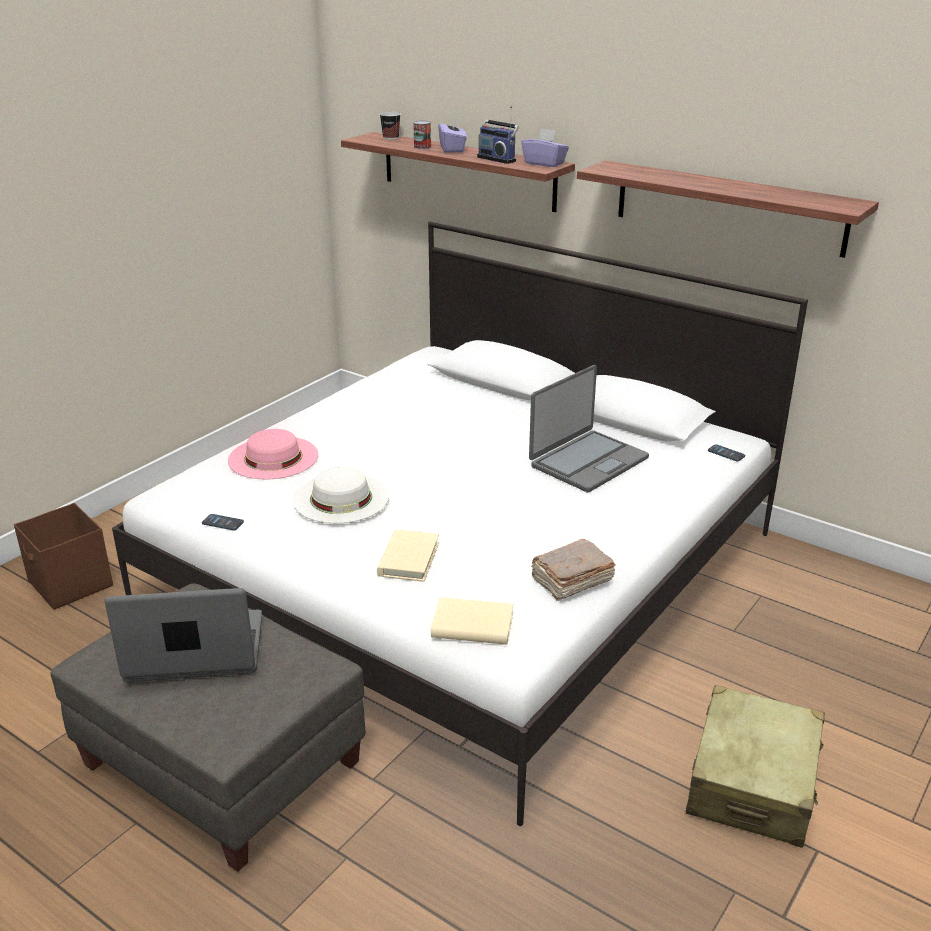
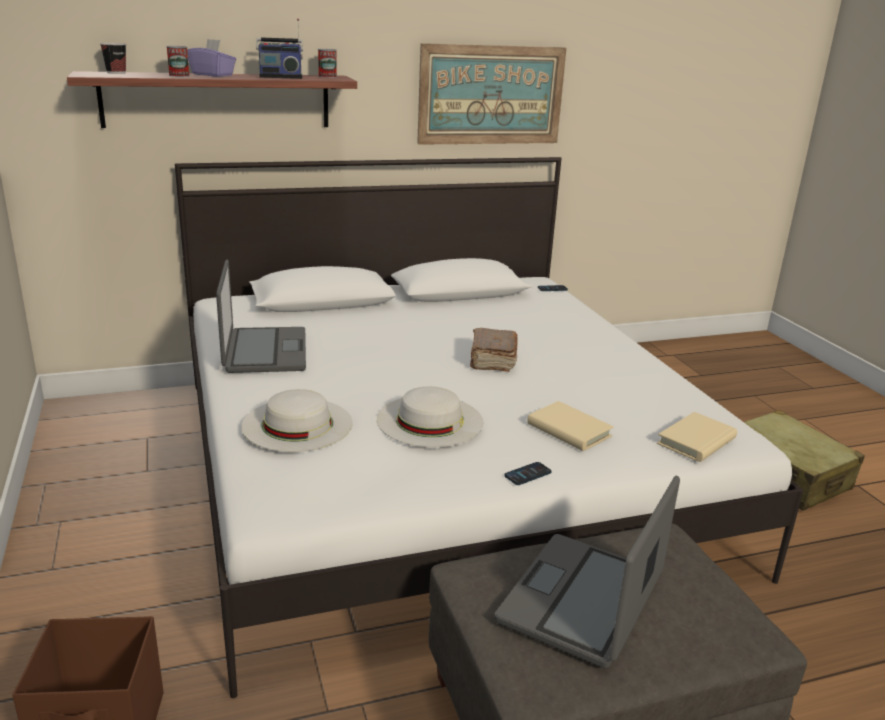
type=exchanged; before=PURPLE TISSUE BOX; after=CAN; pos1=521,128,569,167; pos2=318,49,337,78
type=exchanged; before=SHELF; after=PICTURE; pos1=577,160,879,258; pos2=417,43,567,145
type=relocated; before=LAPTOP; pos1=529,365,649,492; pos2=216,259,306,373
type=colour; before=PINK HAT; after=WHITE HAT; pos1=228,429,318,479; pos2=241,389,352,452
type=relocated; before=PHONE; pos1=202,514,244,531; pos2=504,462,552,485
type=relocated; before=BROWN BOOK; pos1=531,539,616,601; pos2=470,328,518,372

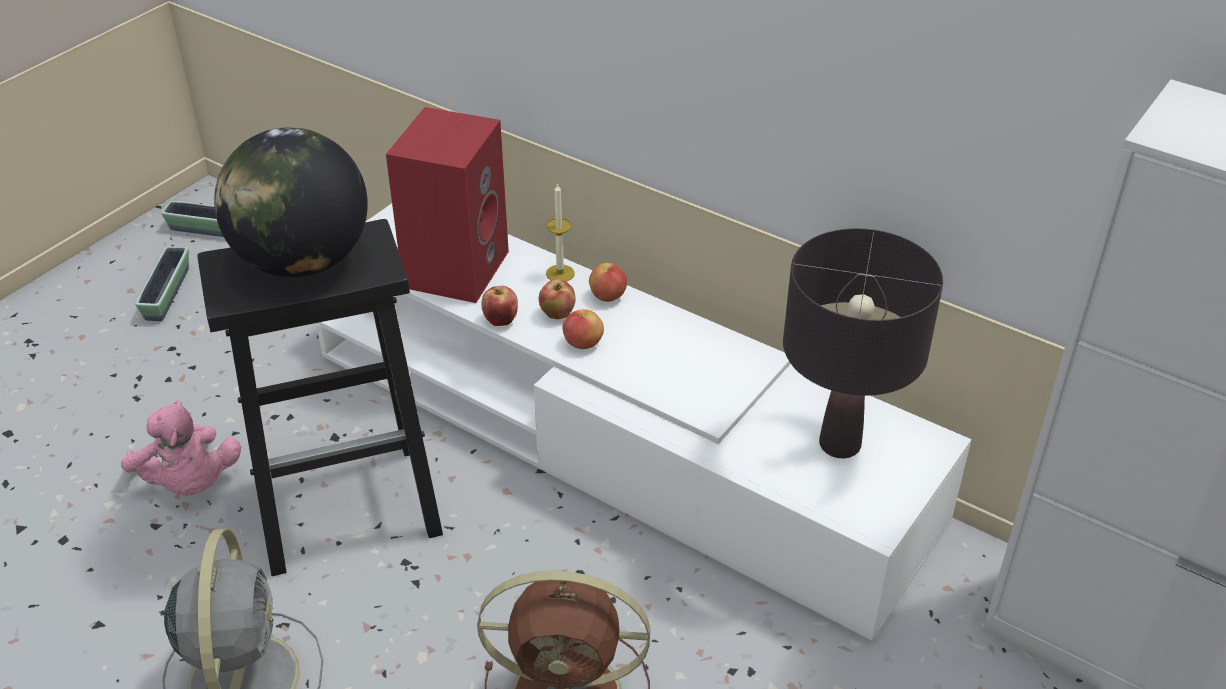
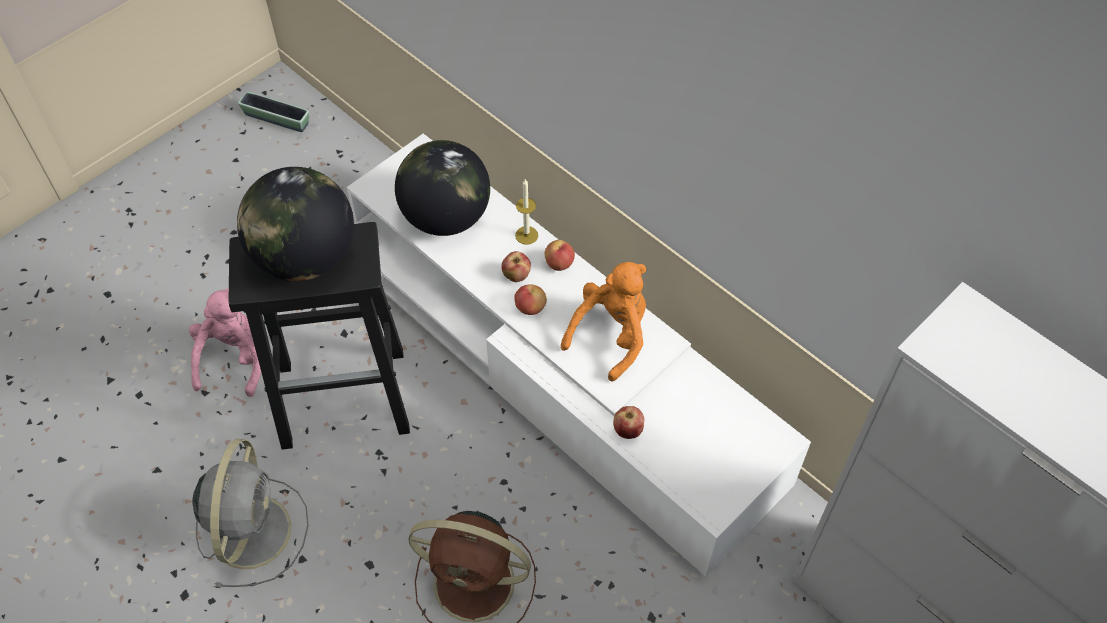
type=exchanged; before=RED SPEAKER; after=GLOBE; pos1=386,107,509,303; pos2=395,140,490,236
type=missing; before=BLACK TABLE LAMP; pos1=783,228,943,458
type=missing; before=PLANTER; pos1=135,246,189,321
type=relocated; before=APPLE; pos1=481,286,518,326; pos2=613,406,644,439
type=spun; before=PINK PLUSH TOY; pos1=121,400,241,496; pos2=189,288,261,397; turn=-150
type=appeared; after=ORANGE PLUSH TOY; pos2=561,262,646,381

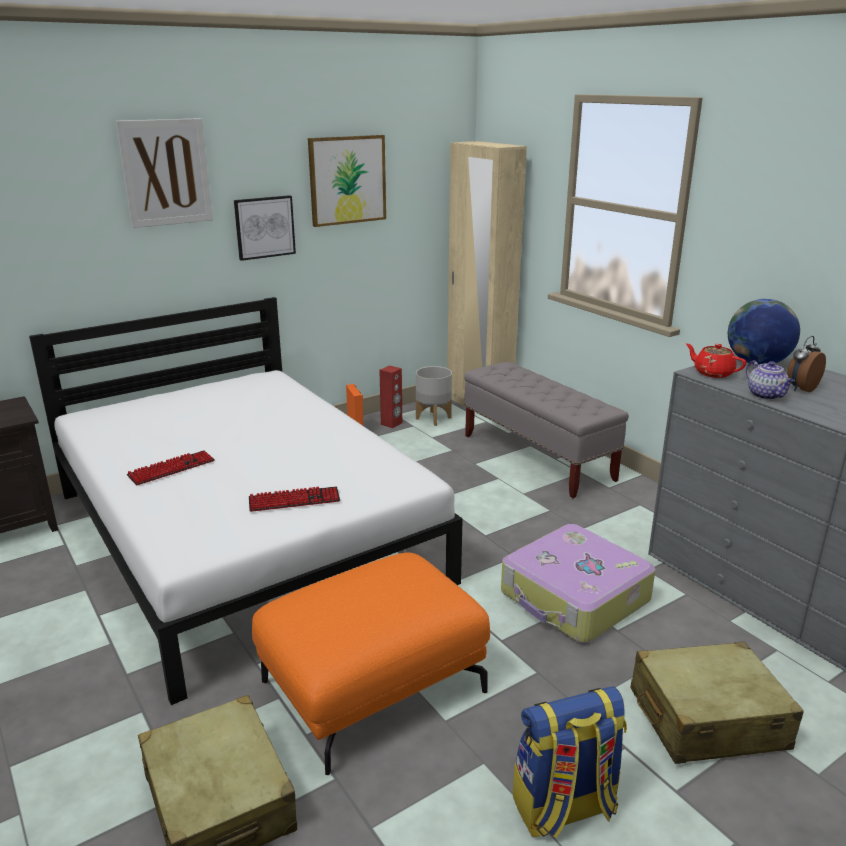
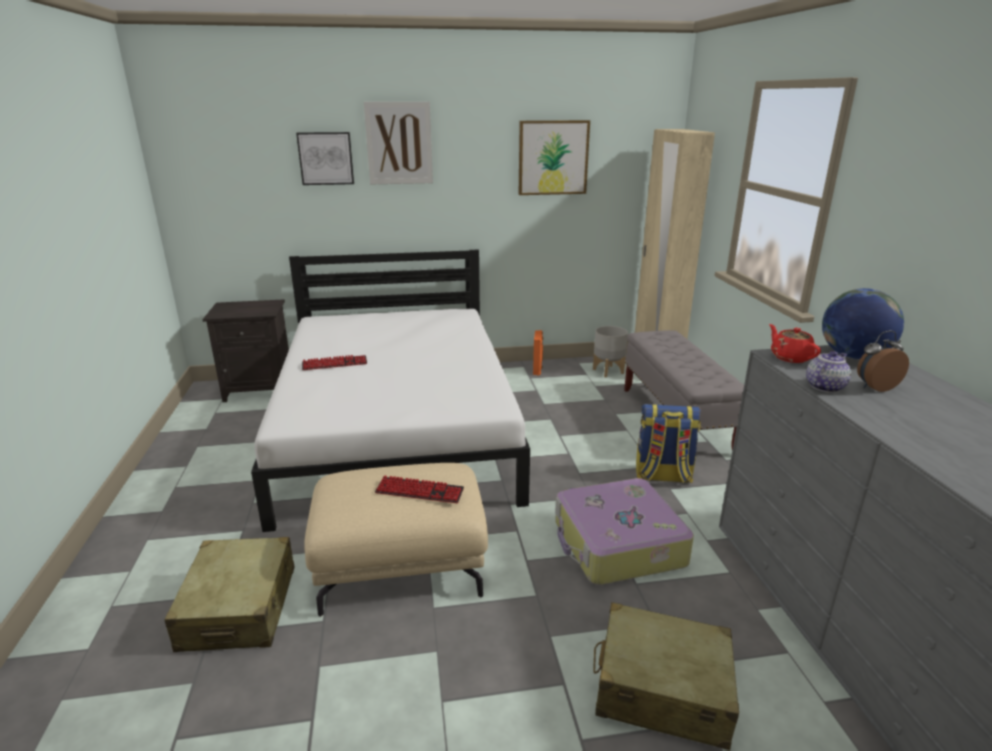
type=relocated; before=PICTURE; pos1=234,195,296,261; pos2=296,132,354,185
type=spun; before=TEAPOT; pos1=746,360,795,400; pos2=806,351,851,393; turn=-135
type=missing; before=RED SPEAKER; pos1=379,365,402,428
type=relocated; before=KEYBOARD; pos1=249,487,340,512; pos2=375,475,464,503
type=colour; before=ORANGE OTTOMAN; after=BEIGE OTTOMAN; pos1=252,552,490,775; pos2=305,463,488,617
type=relocated; before=BACKPACK; pos1=513,687,627,838; pos2=636,404,701,483

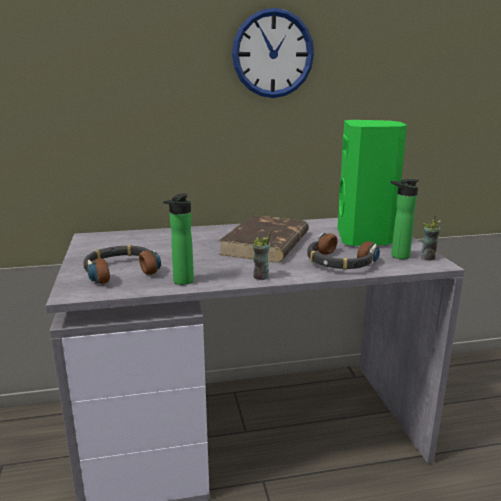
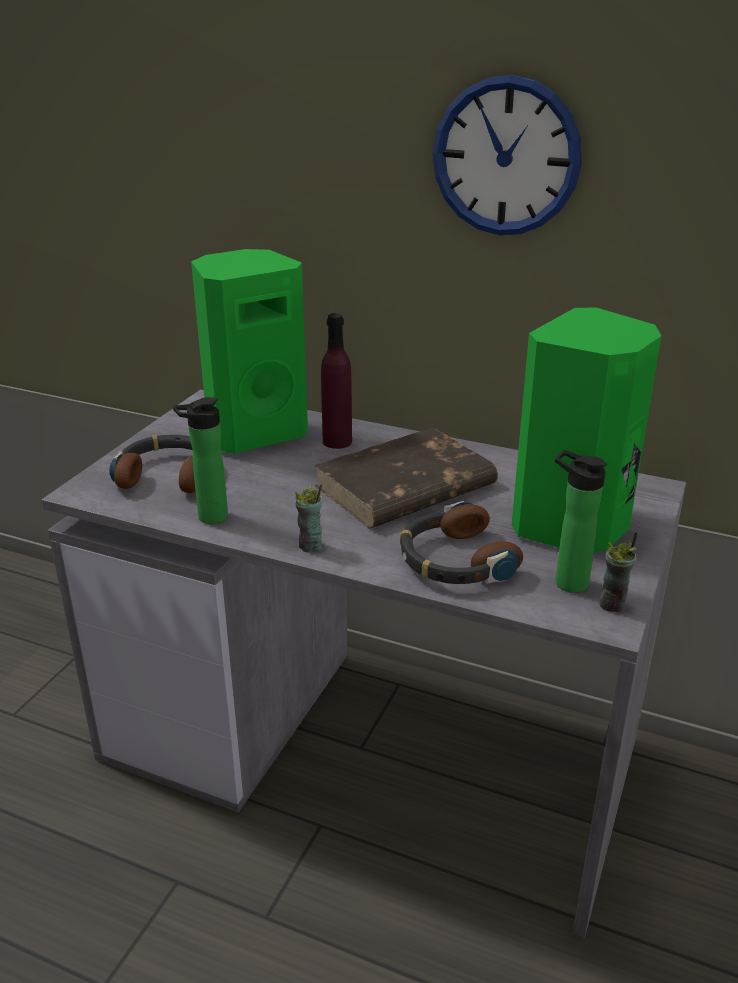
type=appeared; after=GREEN SPEAKER; pos2=191,249,308,454
type=appeared; after=PURPLE BOTTLE; pos2=321,313,352,449

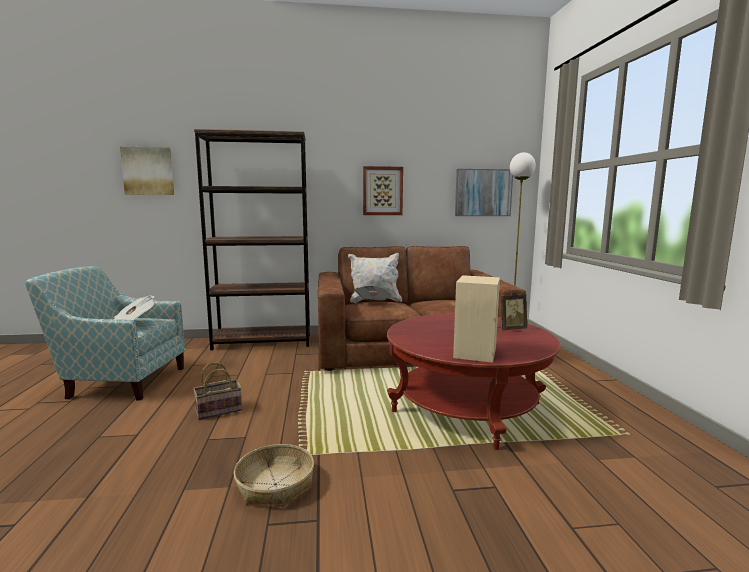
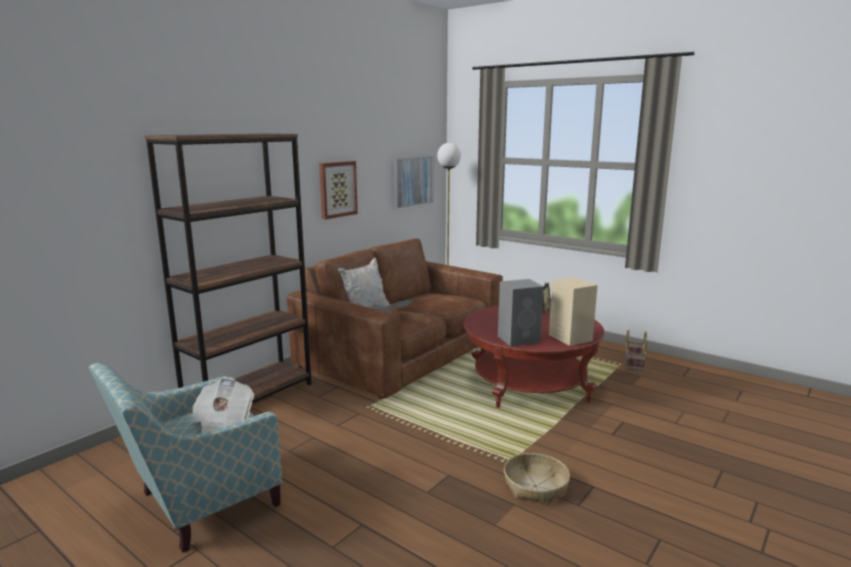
type=missing; before=PICTURE; pos1=120,147,174,195
type=relocated; before=BASKET; pos1=193,362,242,420; pos2=624,330,647,371
type=appeared; after=GREY SPEAKER; pos2=498,279,544,347

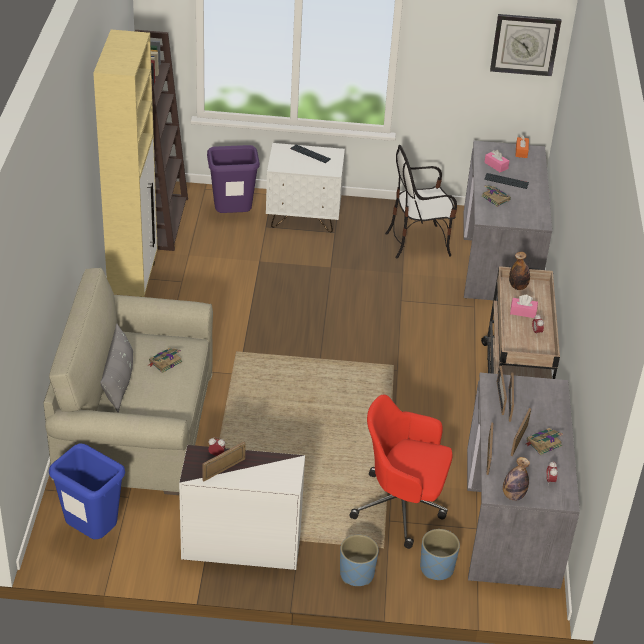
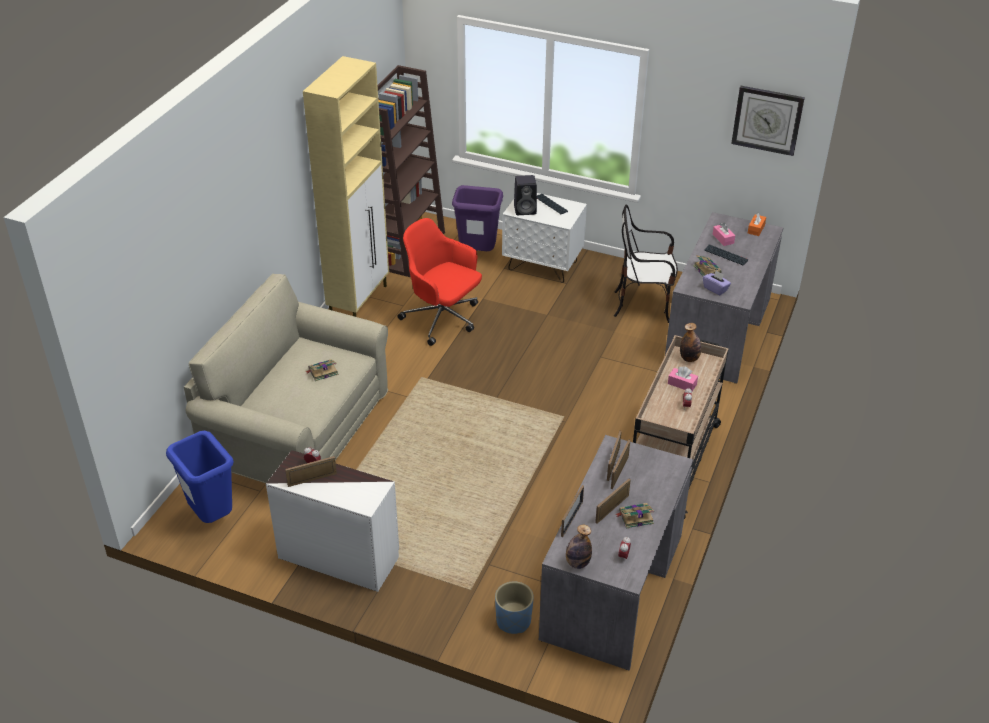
type=missing; before=GREY PILLOW; pos1=100,323,133,413
type=relocated; before=RED OFFICE CHAIR; pos1=349,395,453,549; pos2=397,218,482,346
type=missing; before=BLUE PLANTER; pos1=340,535,379,586
type=appeared; after=BLACK SPEAKER; pos2=514,175,537,215
type=appeared; after=PURPLE TISSUE BOX; pos2=703,271,731,295

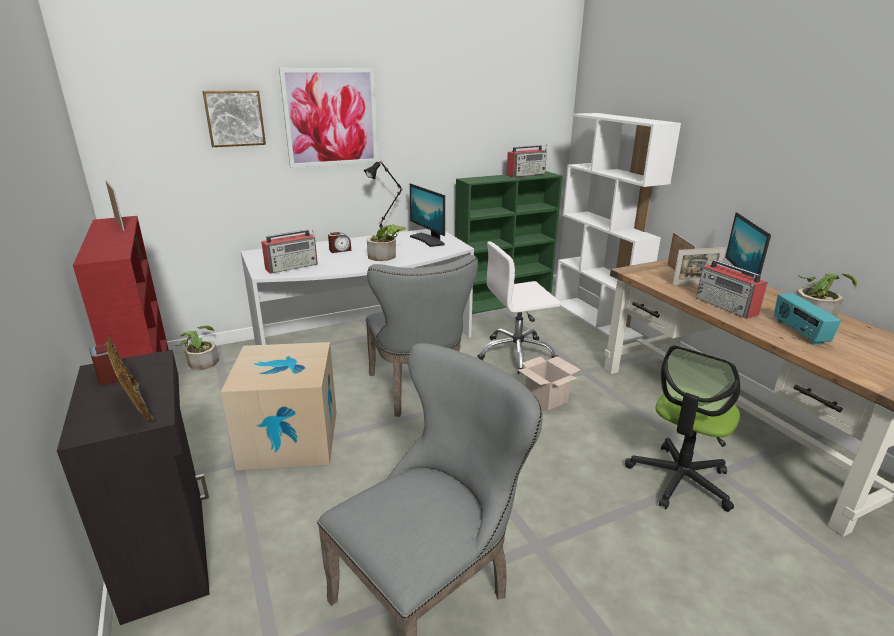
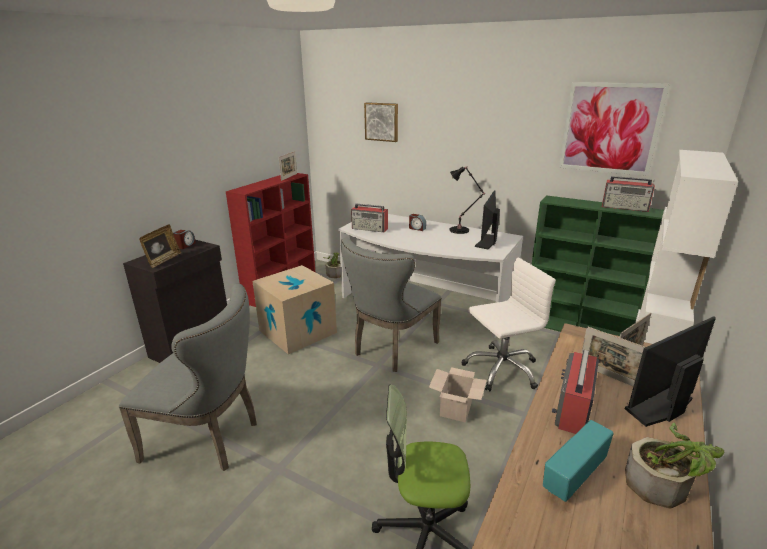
type=relocated; before=PICTURE; pos1=279,68,378,168; pos2=559,82,669,176
type=missing; before=POTTED PLANT; pos1=367,224,406,261
type=spun; before=WHITE OFFICE CHAIR; pos1=478,241,561,374; pos2=462,258,556,391; turn=120

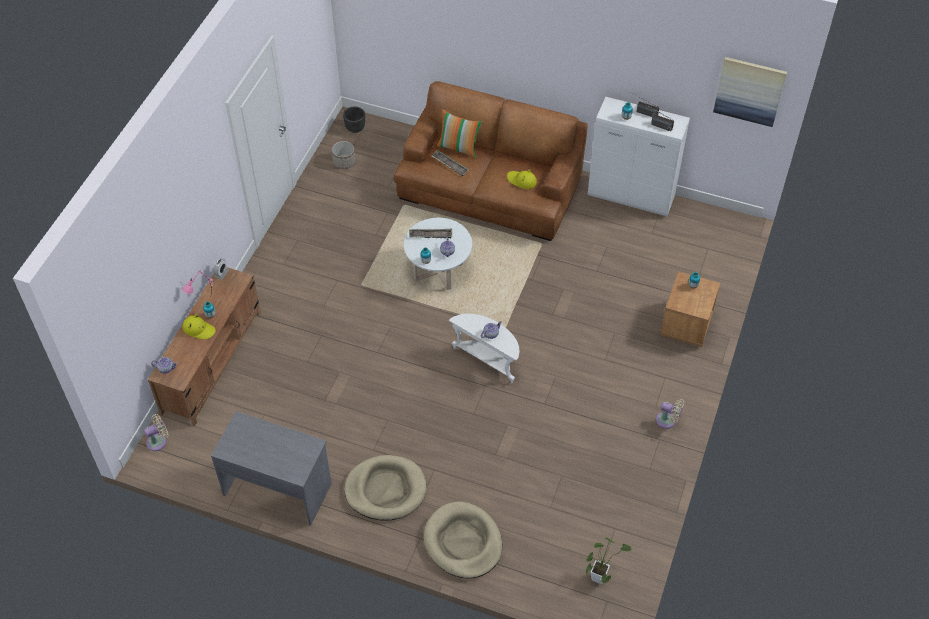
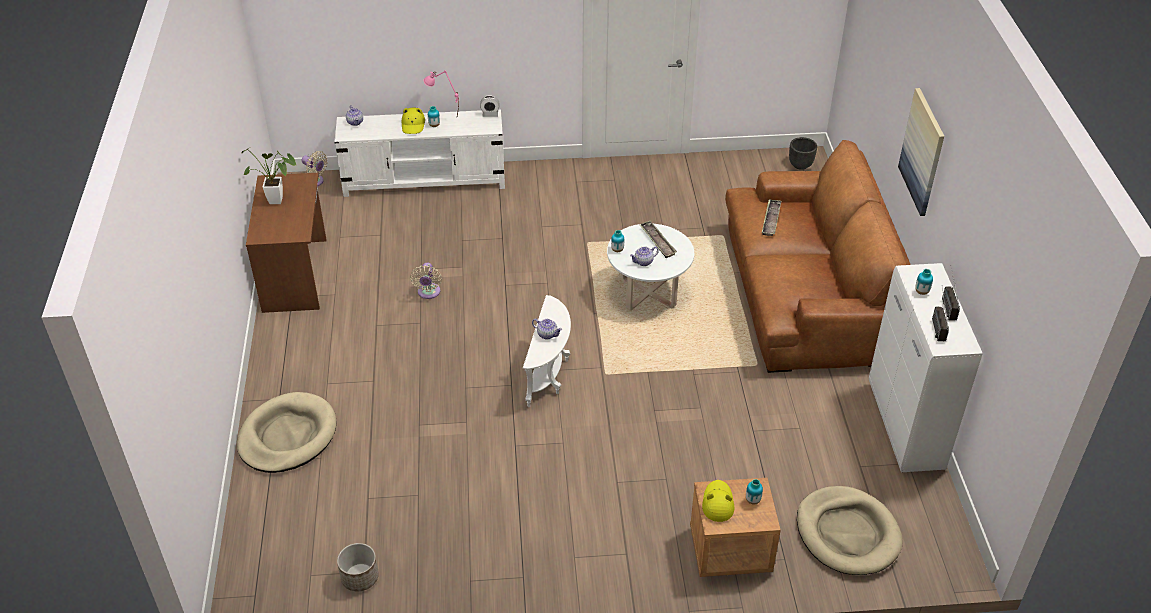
type=relocated; before=PICTURE; pos1=713,57,787,127; pos2=898,88,944,216
type=missing; before=PILLOW; pos1=437,110,482,158
type=relocated; before=PLANTER; pos1=332,141,355,169; pos2=337,543,379,592
type=relocated; before=YELLOW HAT; pos1=507,169,537,189; pos2=702,480,734,522
type=colour; before=BROWN TV STAND; after=WHITE TV STAND; pos1=148,267,261,426; pos2=334,110,505,197
type=relocated; before=BEIGE FAN; pos1=656,398,684,429; pos2=410,263,442,299
type=colour; before=GREY DESK; after=BROWN DESK; pos1=211,411,332,526; pos2=246,173,326,313
type=relocated; before=BEIGE DOG BED; pos1=344,455,427,520; pos2=797,486,903,575
type=relocated; before=POTTED PLANT; pos1=585,538,631,584; pos2=242,147,297,204

